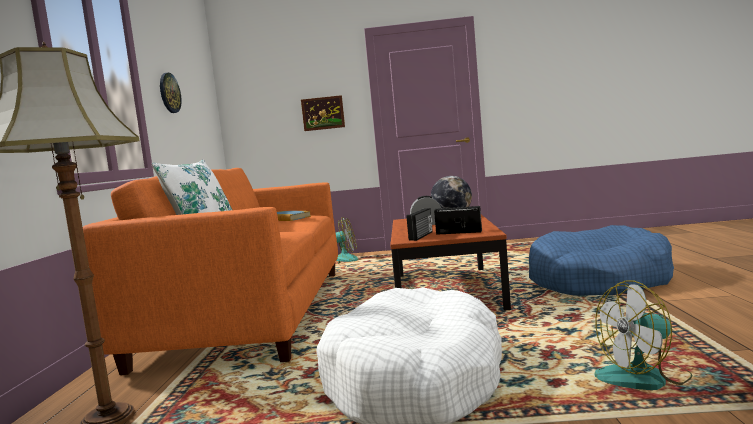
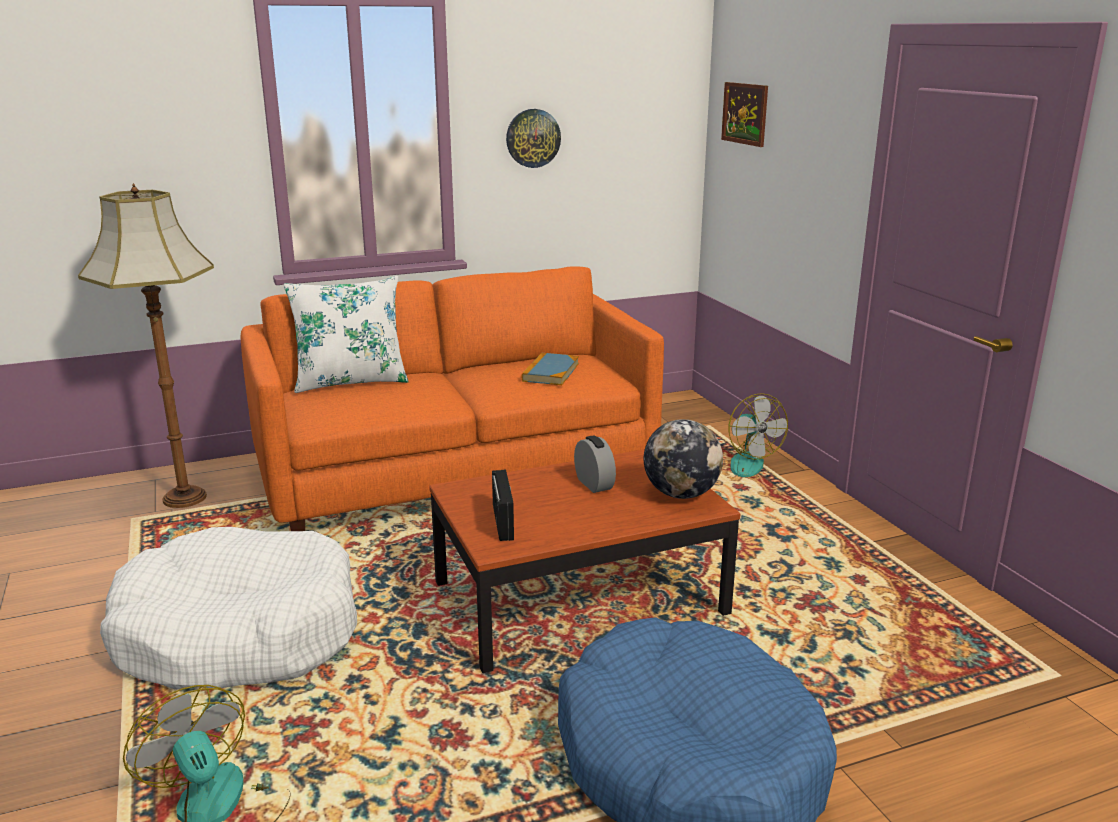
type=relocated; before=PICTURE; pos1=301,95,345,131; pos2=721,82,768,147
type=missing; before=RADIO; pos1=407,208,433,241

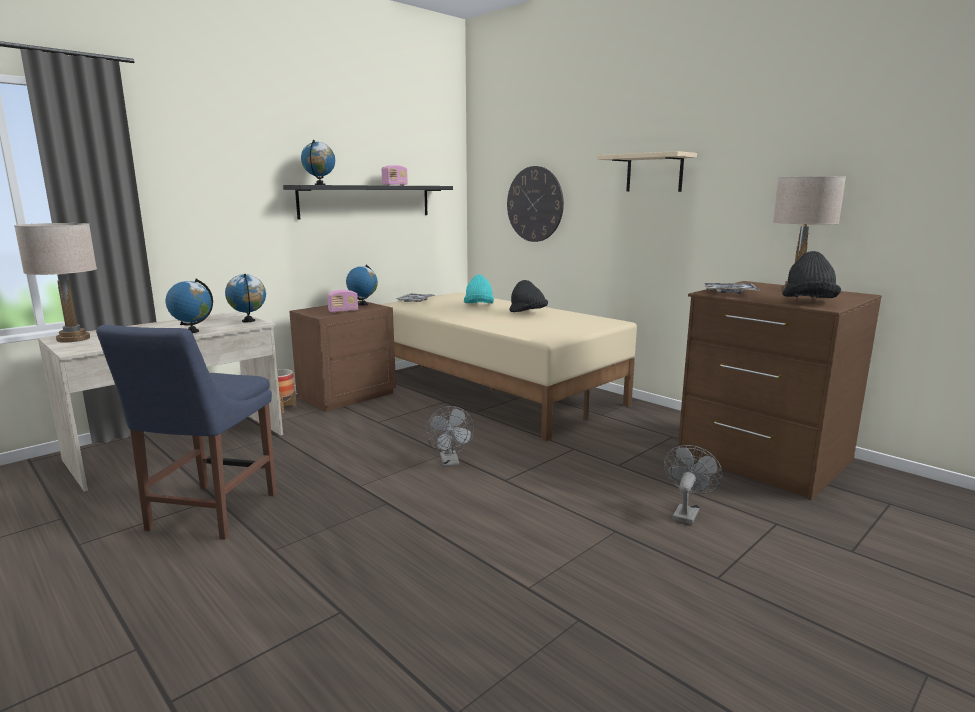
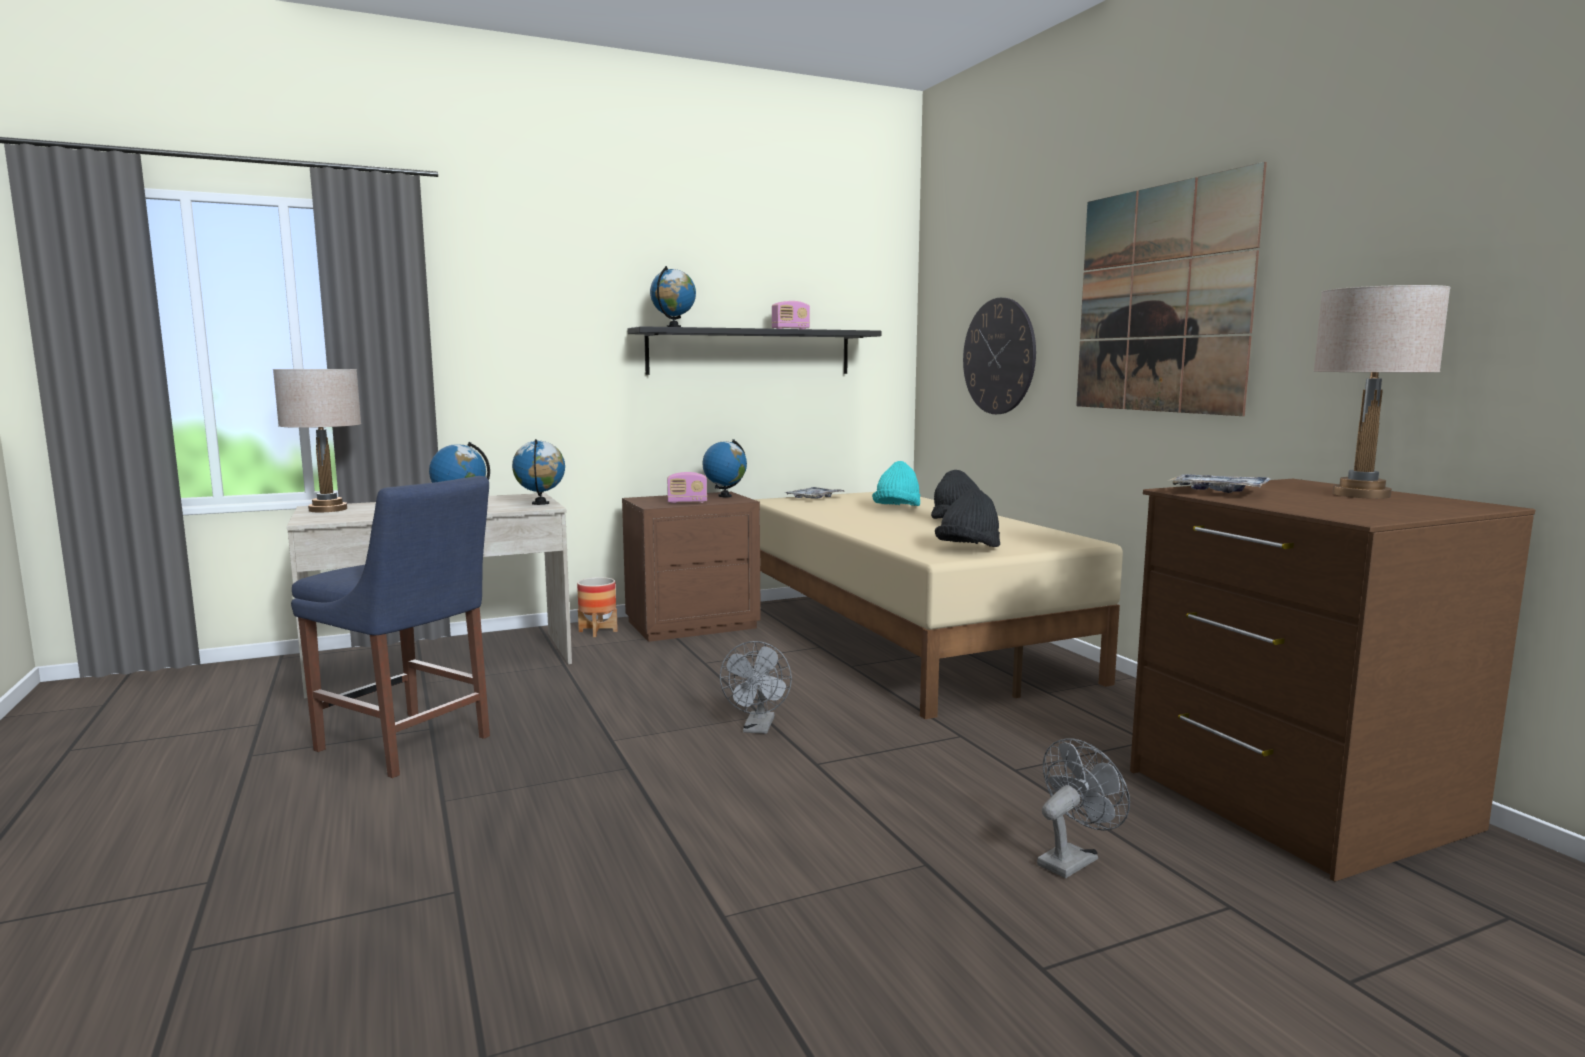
type=exchanged; before=BEIGE SHELF; after=PICTURE; pos1=597,151,697,192; pos2=1076,162,1267,416
type=relocated; before=BLACK HAT; pos1=782,251,841,298; pos2=935,488,1000,547
type=spun; before=BLUE CHAIR; pos1=96,325,276,540; pos2=291,476,490,778; turn=-90

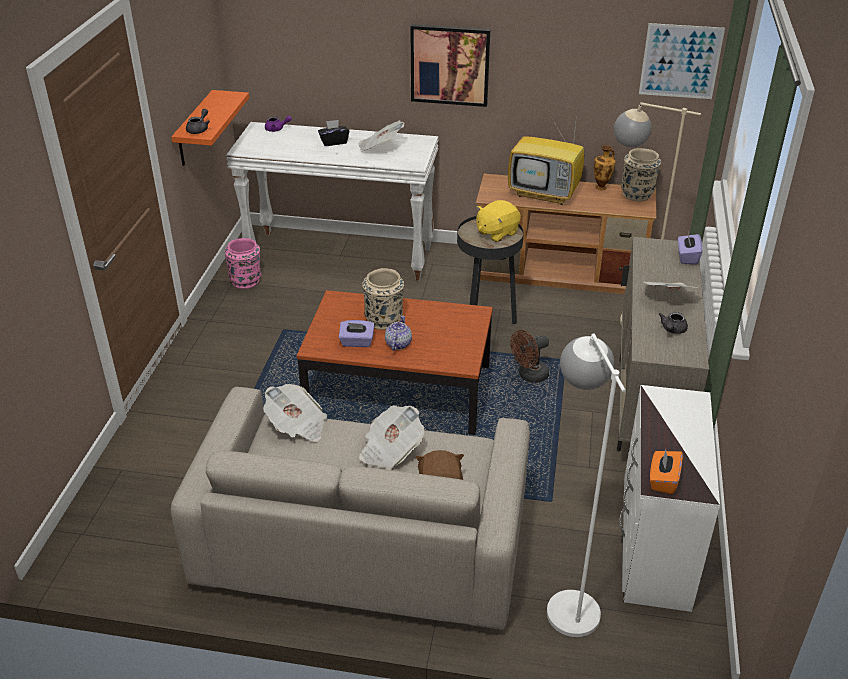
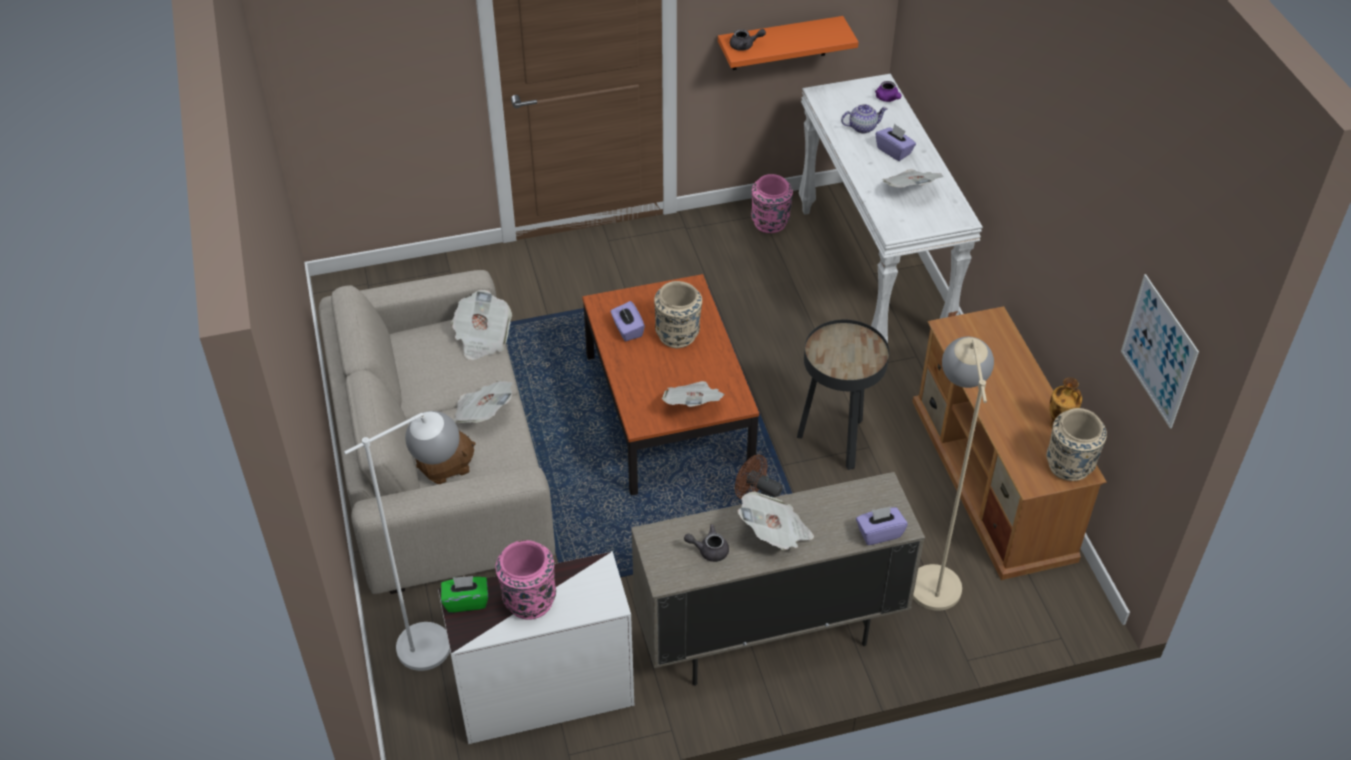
type=missing; before=PICTURE; pos1=410,24,490,107
type=missing; before=TELEVISION; pos1=508,110,584,205
type=colour; before=BLACK TISSUE BOX; after=PURPLE TISSUE BOX; pos1=318,120,349,146; pos2=876,124,916,161
type=missing; before=YELLOW PLUSH TOY; pos1=476,200,521,242
type=relocated; before=TEAPOT; pos1=385,316,412,351; pos2=841,104,888,134
type=colour; before=ORANGE TISSUE BOX; after=GREEN TISSUE BOX; pos1=650,449,683,494; pos2=441,576,488,613
type=appeared; after=NEWSPAPER; pos2=662,381,725,407
type=appeared; after=PINK VASE; pos2=495,540,556,620

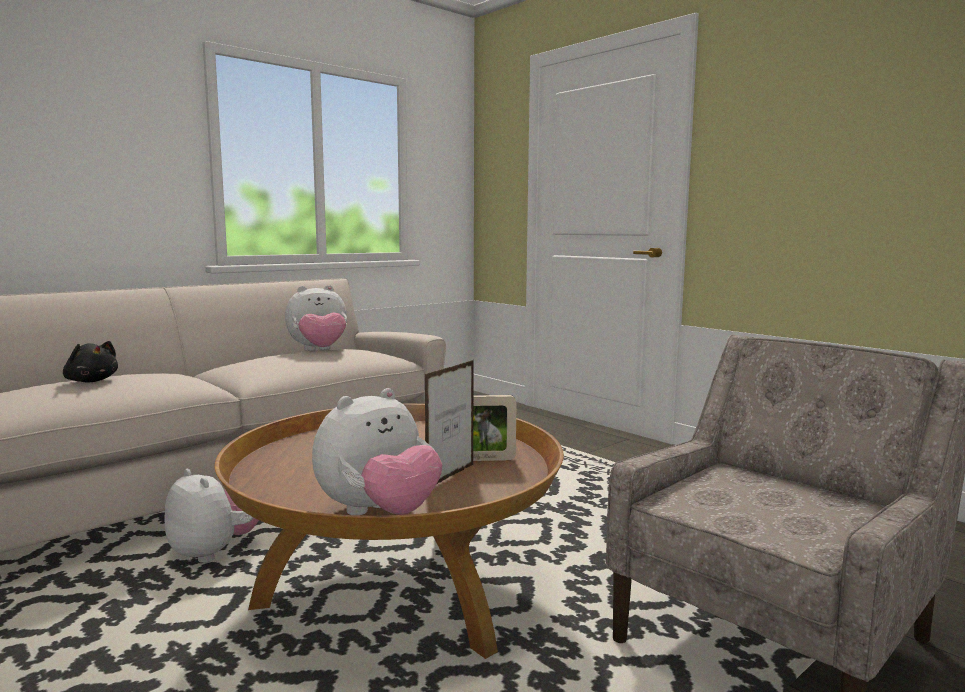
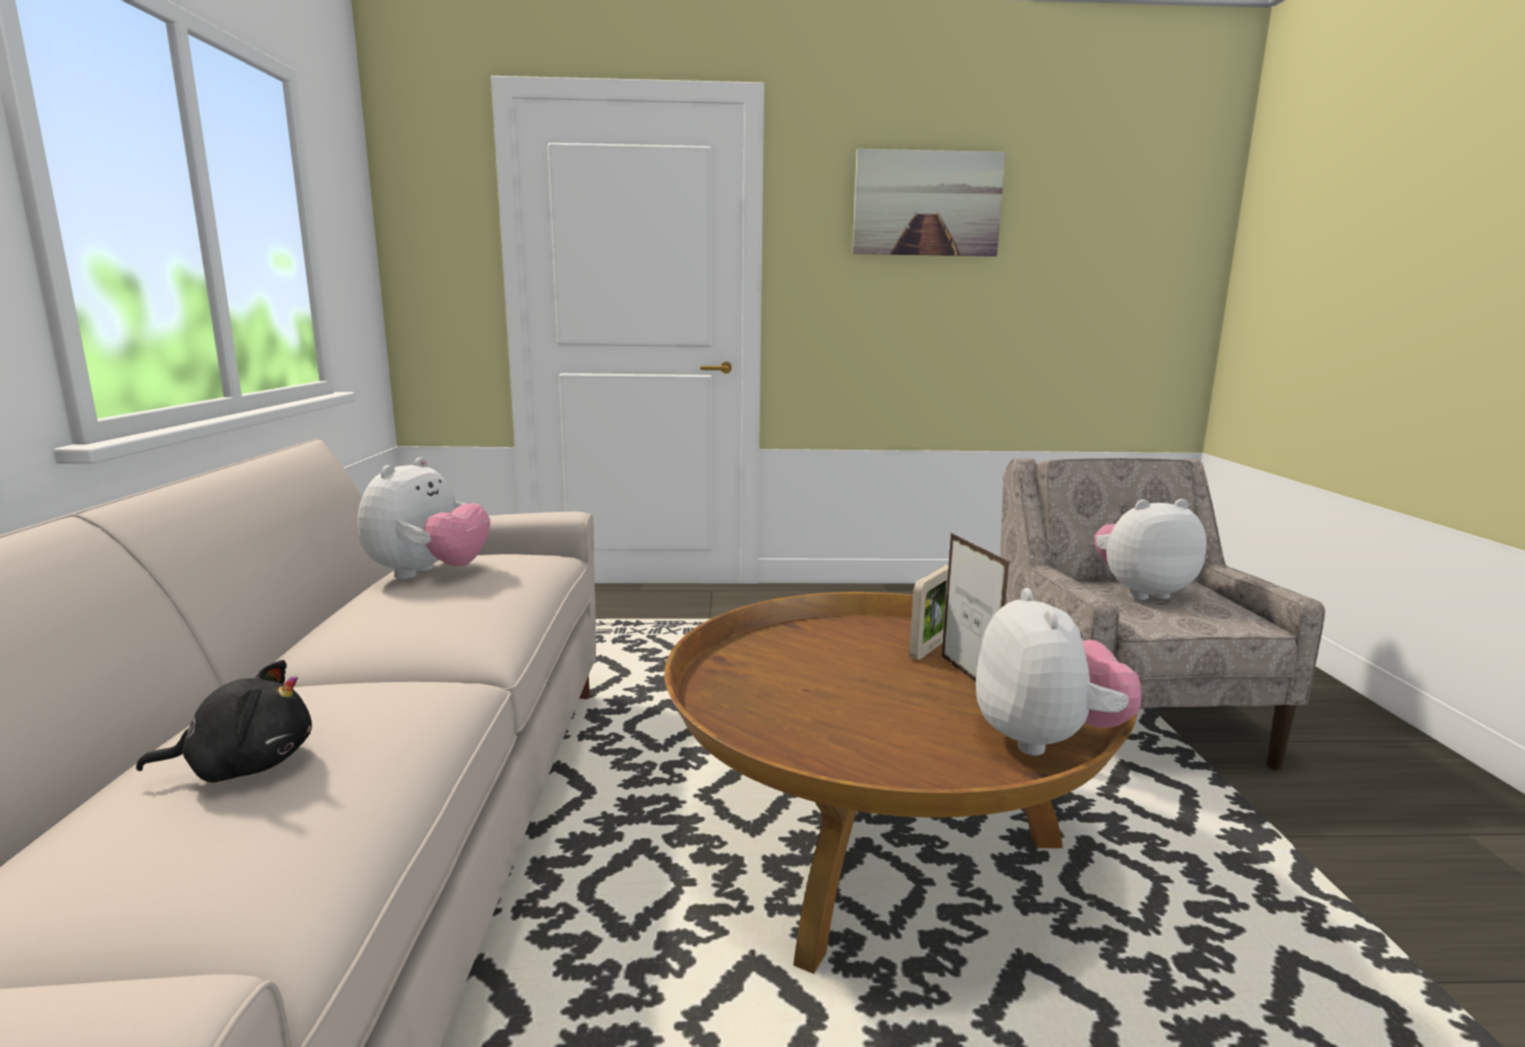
type=relocated; before=PLUSH TOY; pos1=164,469,259,563; pos2=1094,499,1207,600
type=appeared; after=PICTURE; pos2=852,149,1006,257

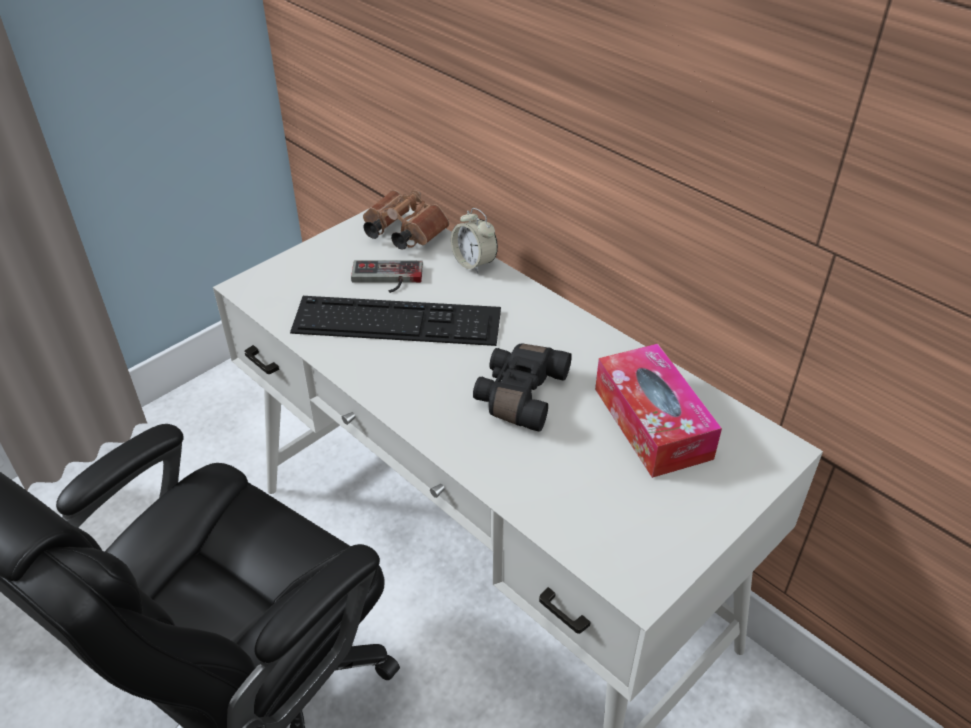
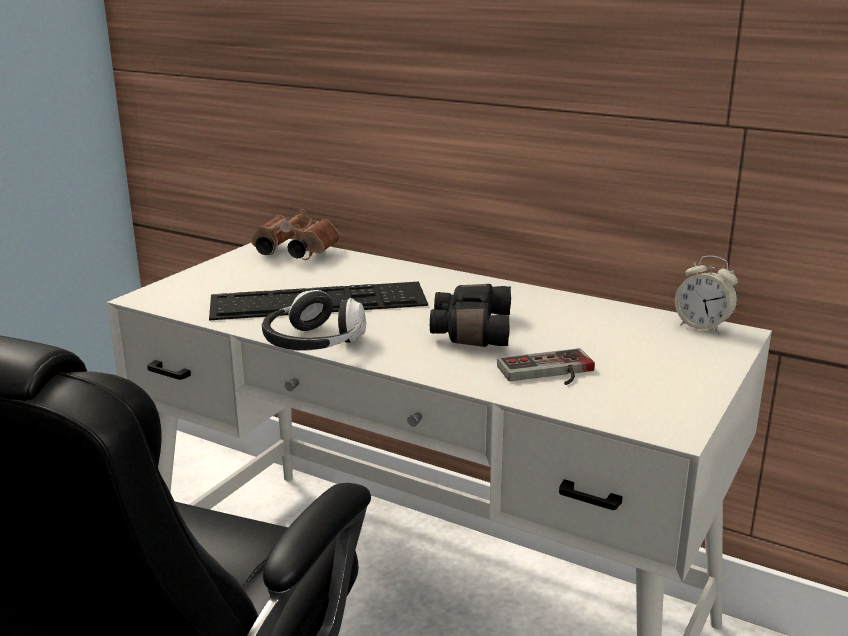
type=relocated; before=ALARM CLOCK; pos1=451,208,498,273; pos2=675,256,738,334
type=relocated; before=GAME CONTROLLER; pos1=351,260,423,293; pos2=497,348,595,385
type=missing; before=TISSUE BOX; pos1=595,344,722,478
type=appeared; after=HEADPHONES; pos2=262,290,366,351

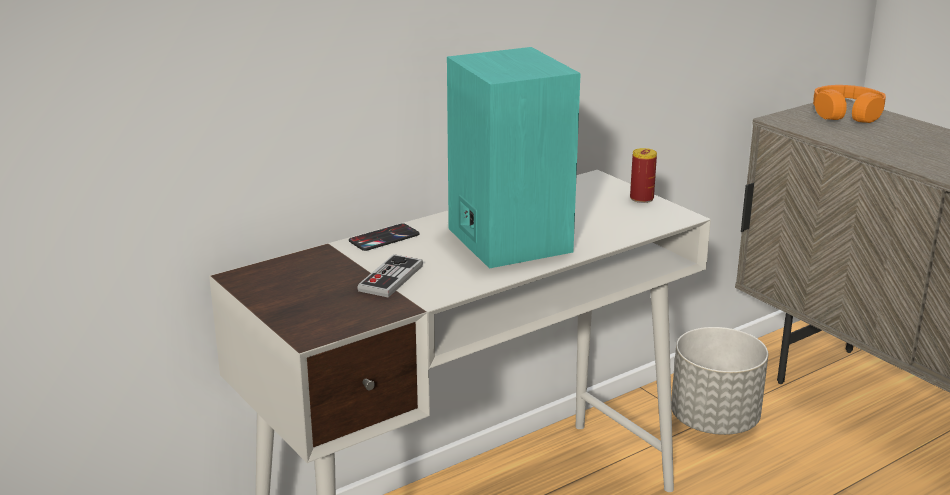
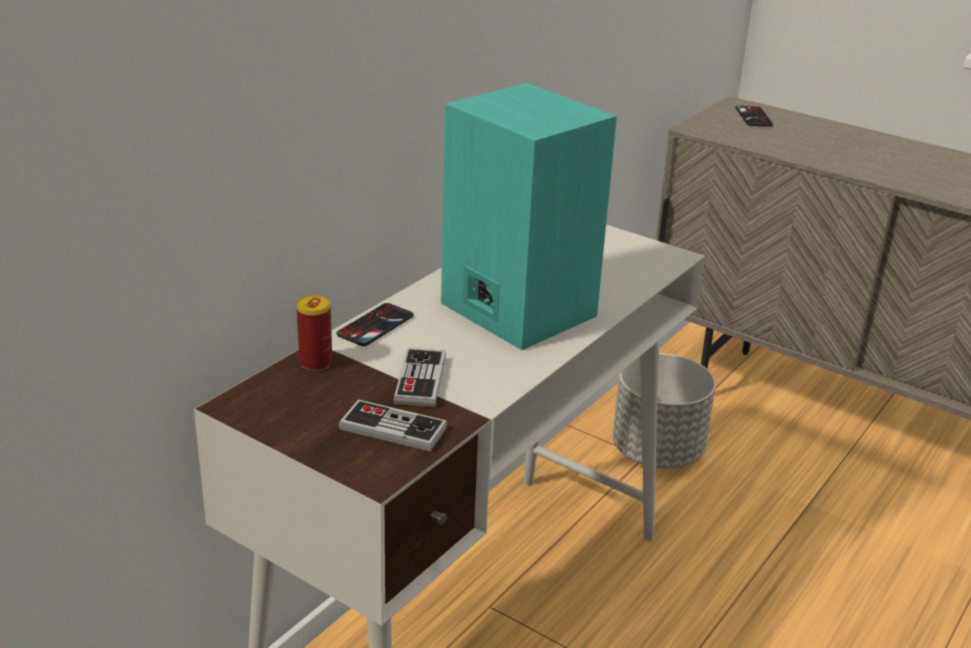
type=exchanged; before=ORANGE HEADPHONES; after=PHONE; pos1=813,85,886,123; pos2=736,106,773,126
type=relocated; before=CAN; pos1=630,148,657,203; pos2=297,296,332,371
type=appeared; after=GAME CONTROLLER; pos2=339,400,447,452

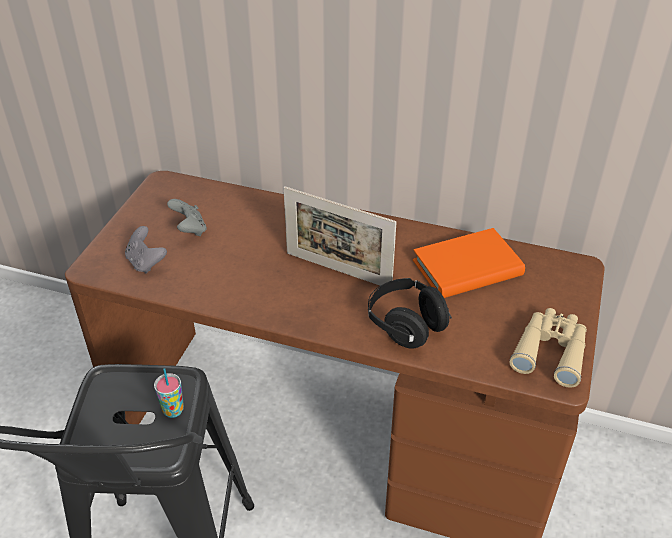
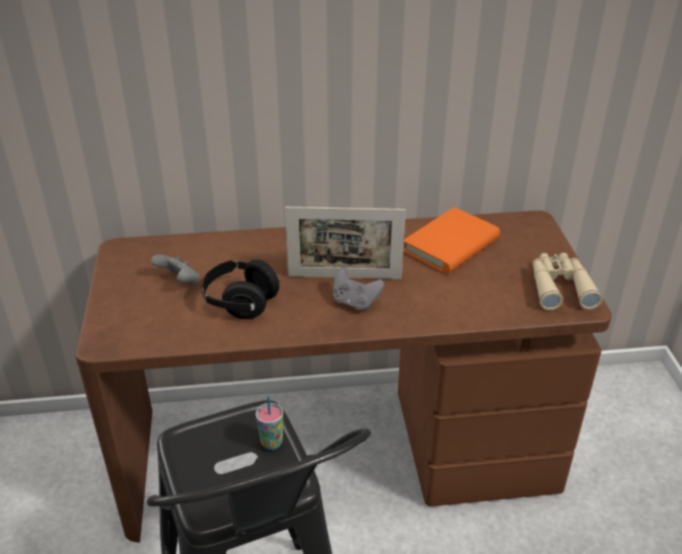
type=relocated; before=GREY GAME CONTROLLER; pos1=125,226,167,274; pos2=333,267,385,311
type=relocated; before=BLACK HEADPHONES; pos1=368,278,452,349; pos2=200,260,280,319

